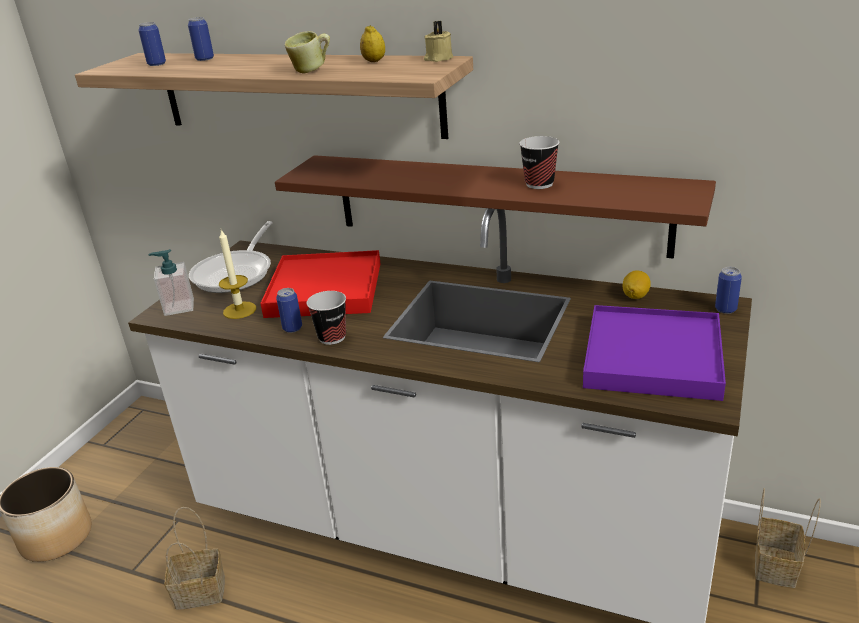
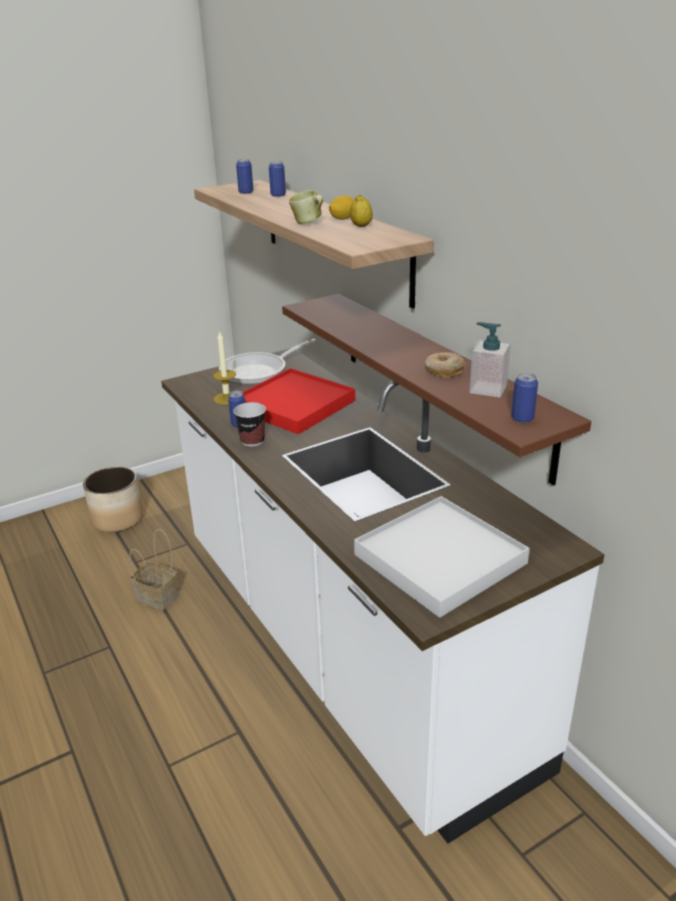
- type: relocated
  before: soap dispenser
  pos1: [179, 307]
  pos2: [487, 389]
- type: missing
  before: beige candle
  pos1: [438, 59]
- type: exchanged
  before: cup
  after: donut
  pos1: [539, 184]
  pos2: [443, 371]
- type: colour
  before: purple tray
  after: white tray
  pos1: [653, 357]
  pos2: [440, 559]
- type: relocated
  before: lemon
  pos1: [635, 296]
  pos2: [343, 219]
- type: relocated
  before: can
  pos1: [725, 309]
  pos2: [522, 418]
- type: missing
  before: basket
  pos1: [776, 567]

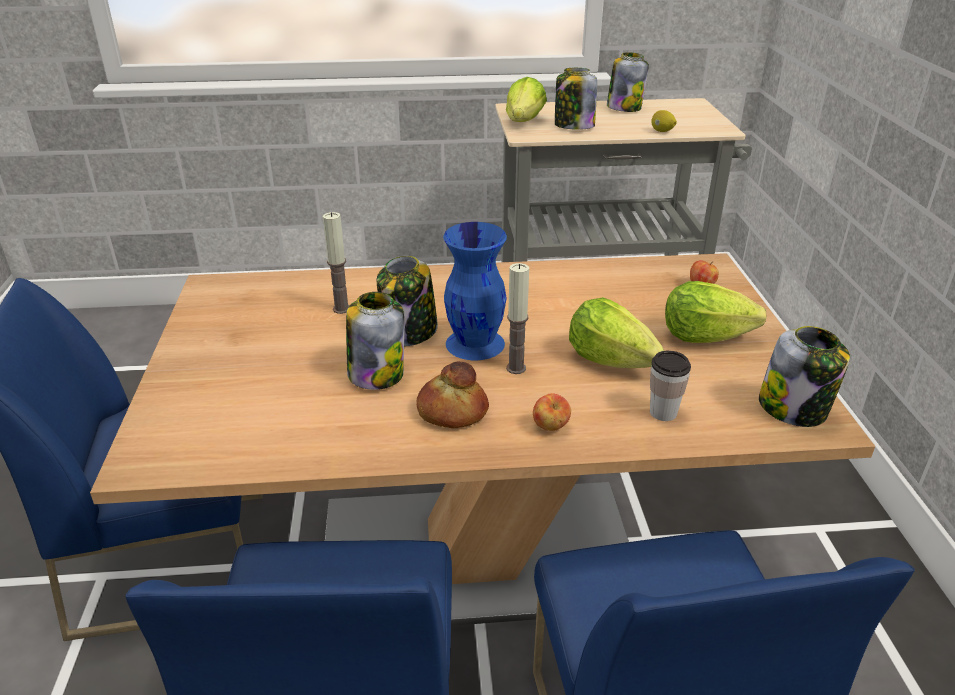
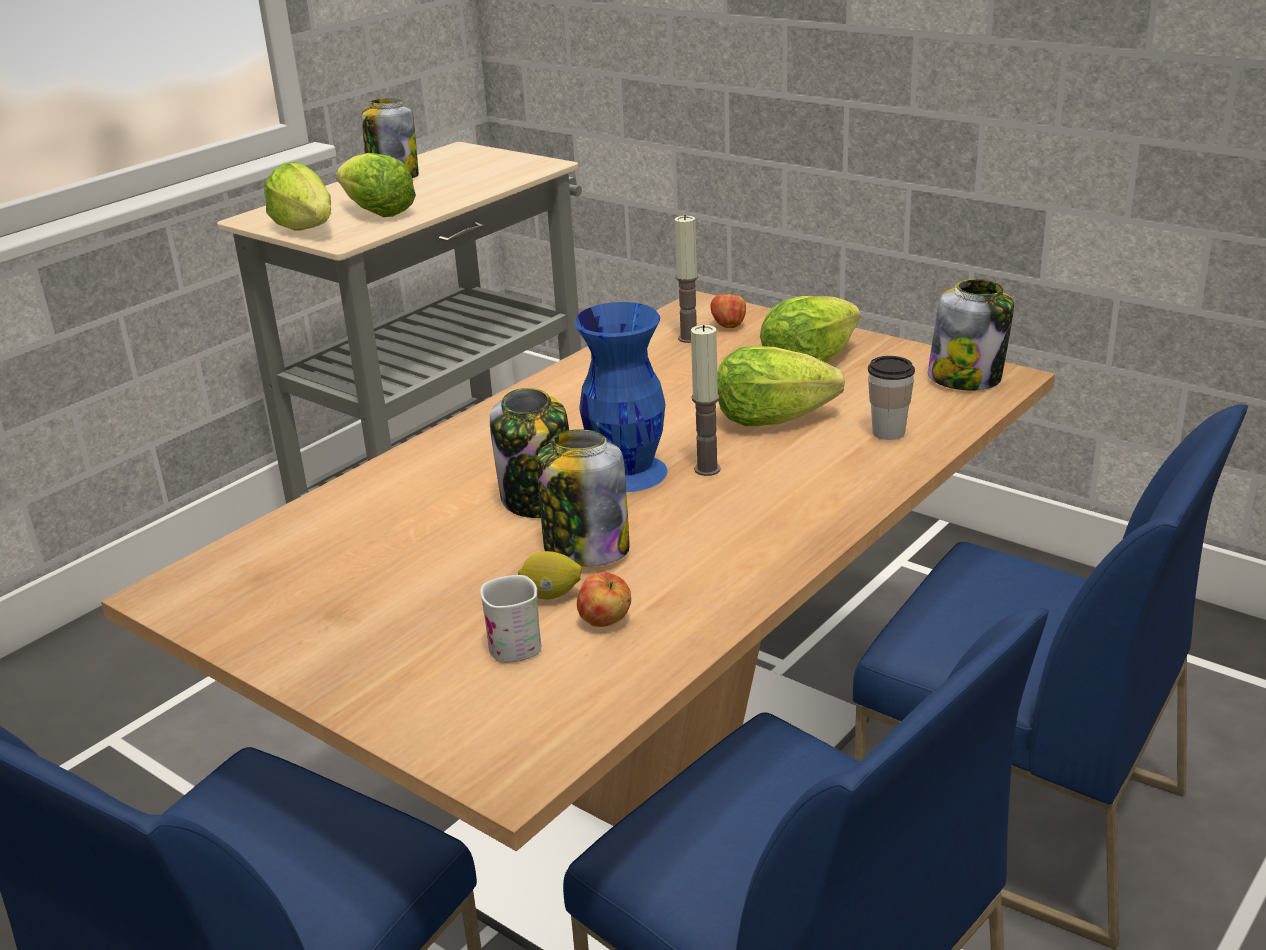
- type: relocated
  before: candle
  pos1: [341, 309]
  pos2: [688, 338]
- type: missing
  before: bread
  pos1: [451, 411]
- type: relocated
  before: apple
  pos1: [550, 427]
  pos2: [605, 621]
- type: exchanged
  before: jar
  after: lettuce
  pos1: [573, 126]
  pos2: [377, 213]
- type: relocated
  before: lemon
  pos1: [662, 131]
  pos2: [551, 595]
- type: appeared
  after: white mug
  pos2: [512, 641]

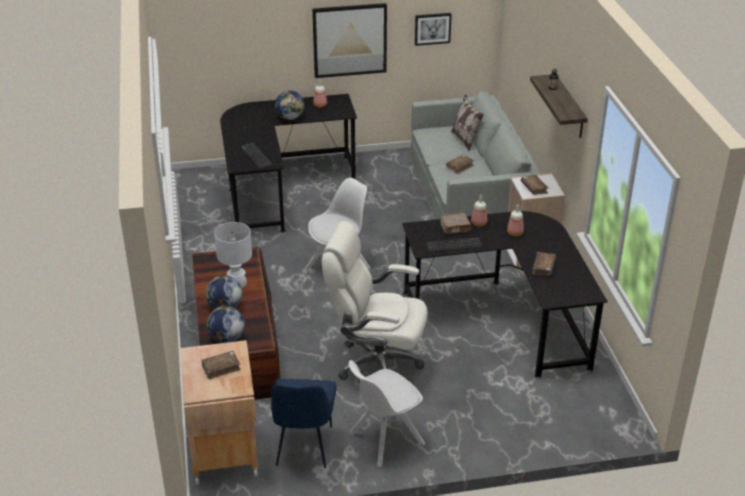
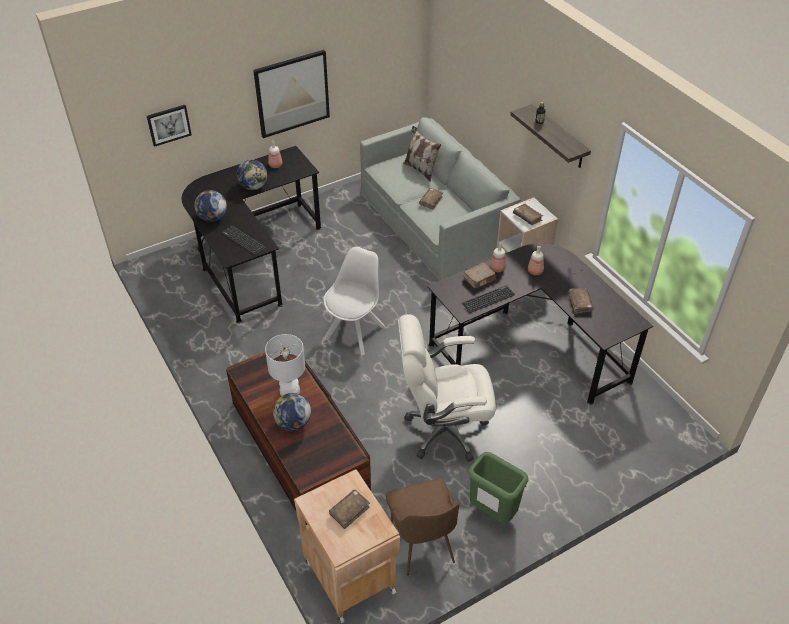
- type: relocated
  before: globe
  pos1: [226, 339]
  pos2: [212, 218]
- type: colour
  before: blue chair
  after: brown chair
  pos1: [304, 446]
  pos2: [423, 544]
- type: exchanged
  before: white chair
  after: green trash can
  pos1: [385, 439]
  pos2: [492, 512]
- type: relocated
  before: picture
  pos1: [432, 28]
  pos2: [169, 124]

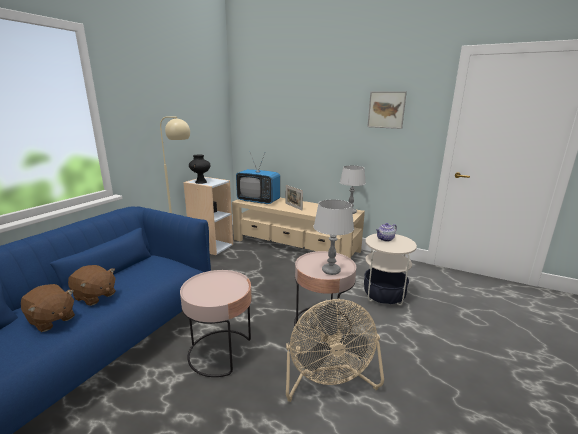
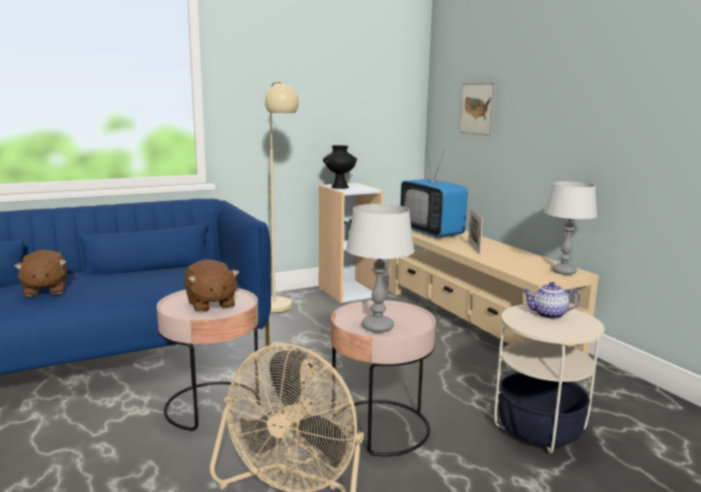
- type: relocated
  before: brown plush toy
  pos1: [95, 296]
  pos2: [210, 304]
- type: relocated
  before: picture
  pos1: [386, 110]
  pos2: [477, 108]

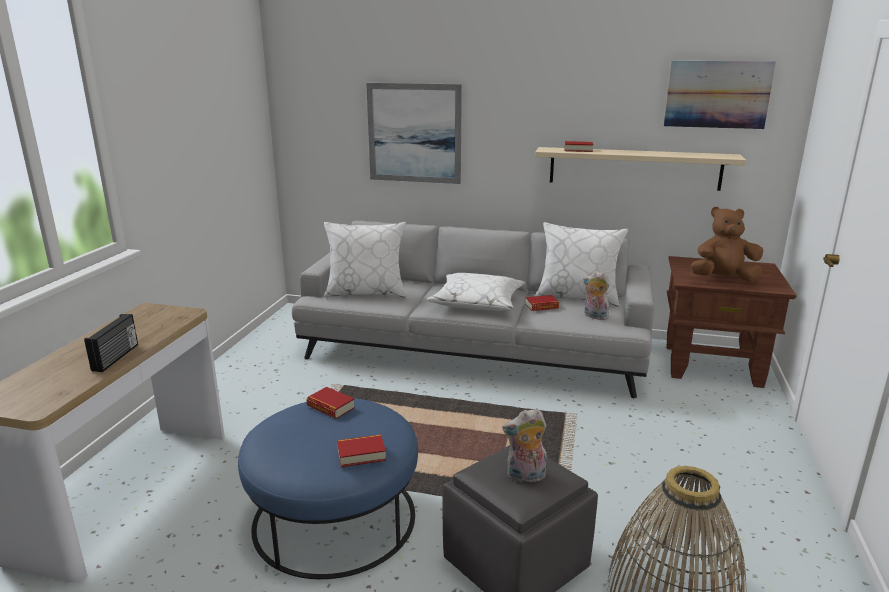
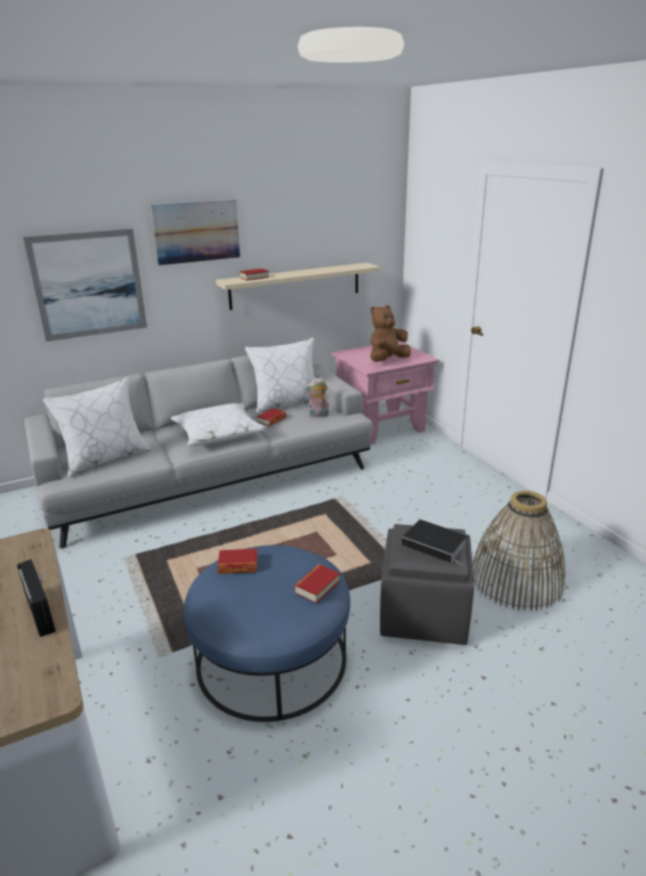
- type: exchanged
  before: plush toy
  after: book
  pos1: [525, 477]
  pos2: [436, 544]
- type: relocated
  before: picture
  pos1: [717, 94]
  pos2: [197, 232]
- type: colour
  before: brown side table
  after: pink side table
  pos1: [712, 365]
  pos2: [382, 427]

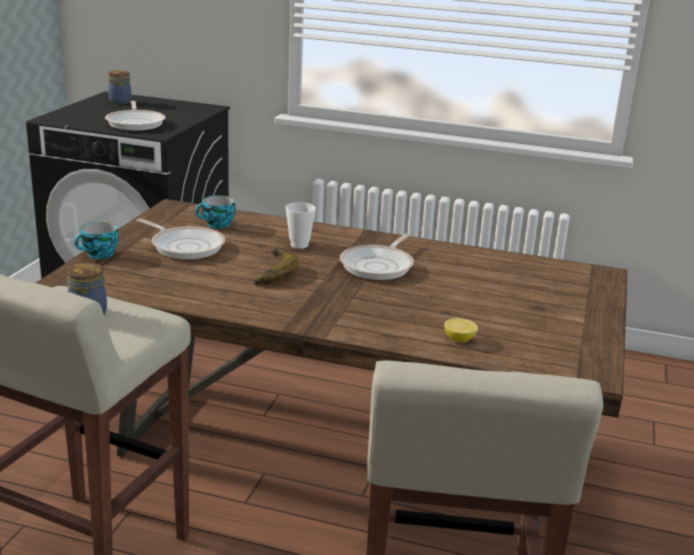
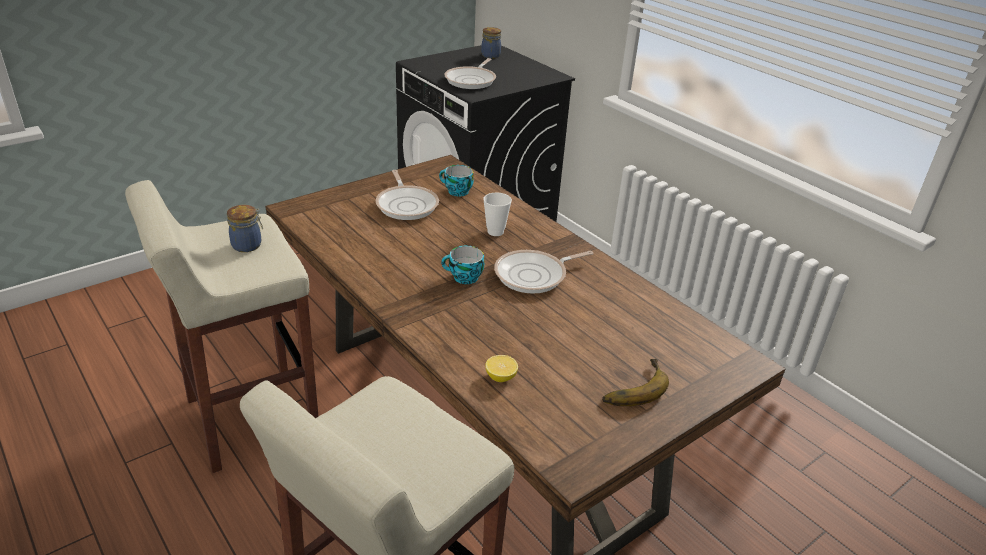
- type: relocated
  before: cup
  pos1: [99, 255]
  pos2: [464, 278]
- type: relocated
  before: banana
  pos1: [269, 272]
  pos2: [631, 387]

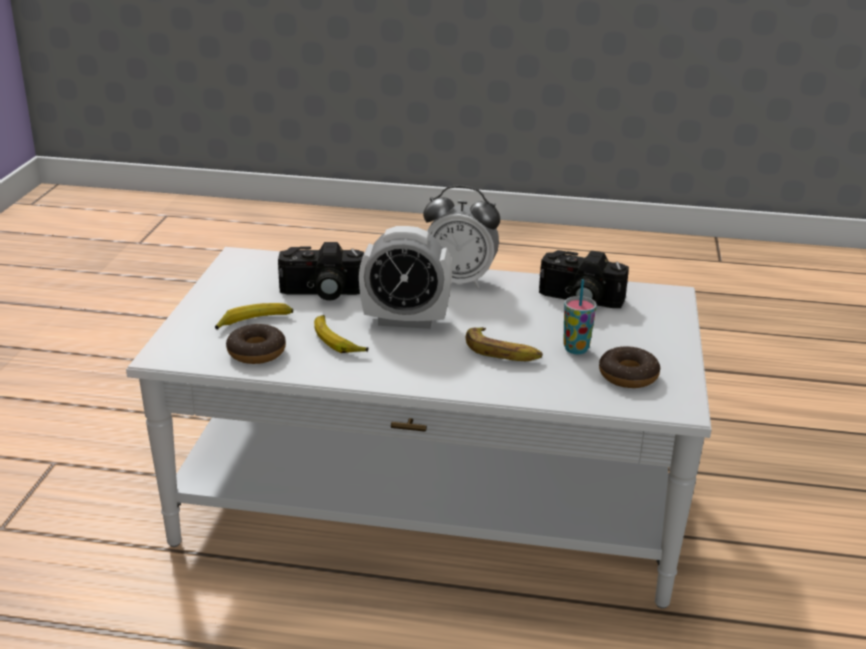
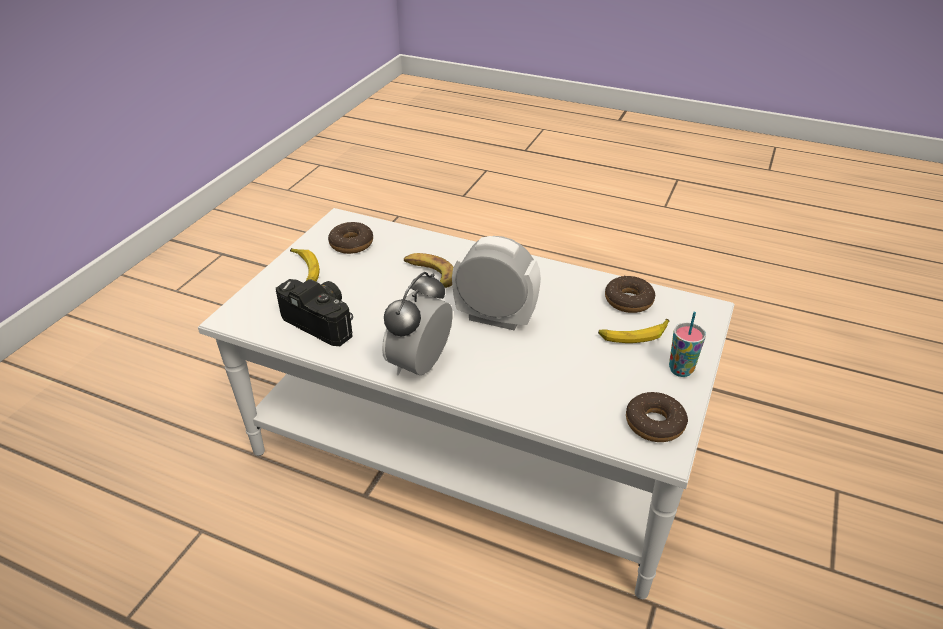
- type: missing
  before: photo camera
  pos1: [321, 293]
- type: relocated
  before: banana
  pos1: [338, 341]
  pos2: [305, 271]
- type: spun
  before: alarm clock
  pos1: [459, 280]
  pos2: [420, 365]
  turn: -90
- type: relocated
  before: cup
  pos1: [576, 349]
  pos2: [680, 370]
- type: appeared
  after: donut
  pos2: [654, 423]

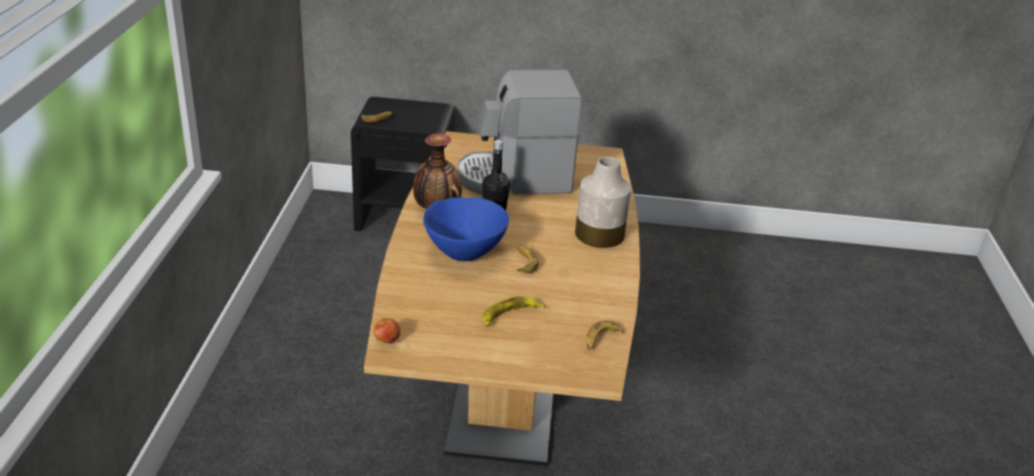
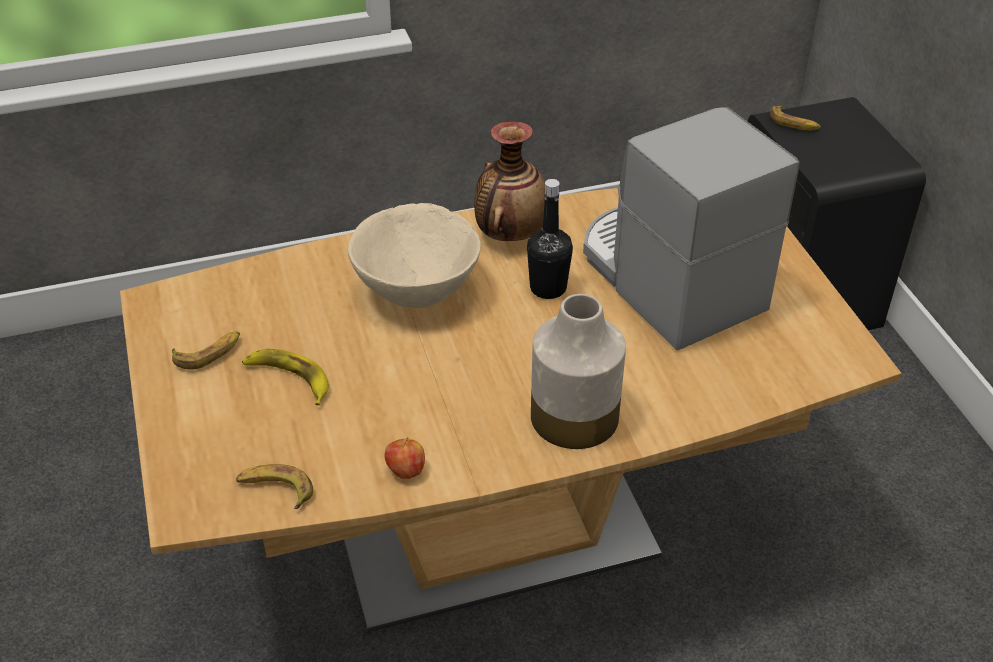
- type: relocated
  before: apple
  pos1: [387, 341]
  pos2: [405, 471]
- type: colour
  before: blue bowl
  after: beige bowl
  pos1: [465, 252]
  pos2: [417, 293]
- type: relocated
  before: banana
  pos1: [524, 262]
  pos2: [208, 353]

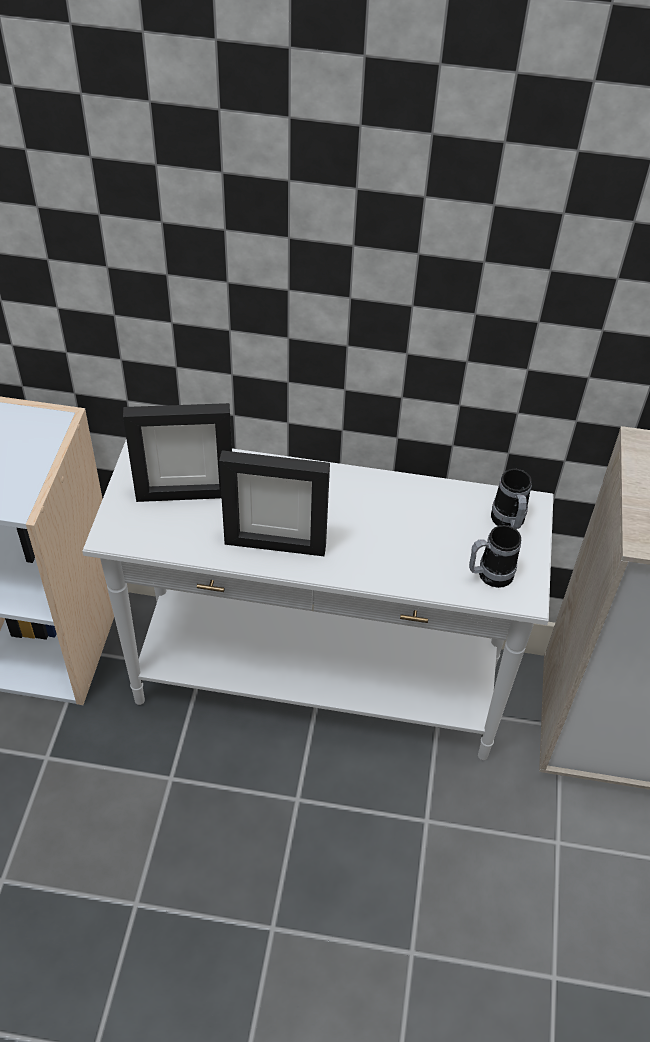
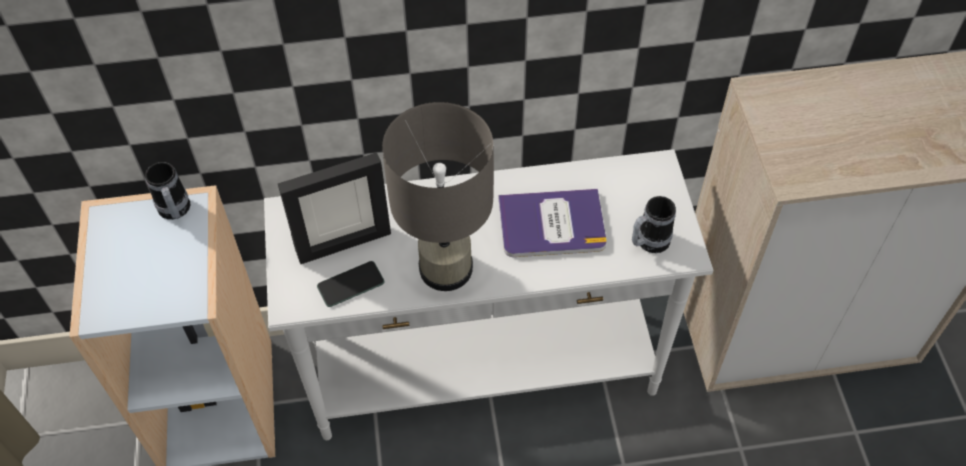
- type: exchanged
  before: picture frame
  after: grey table lamp
  pos1: [275, 543]
  pos2: [447, 268]
- type: relocated
  before: mug
  pos1: [508, 523]
  pos2: [175, 212]
- type: appeared
  after: phone
  pos2: [351, 284]
- type: appeared
  after: book
  pos2: [551, 224]

